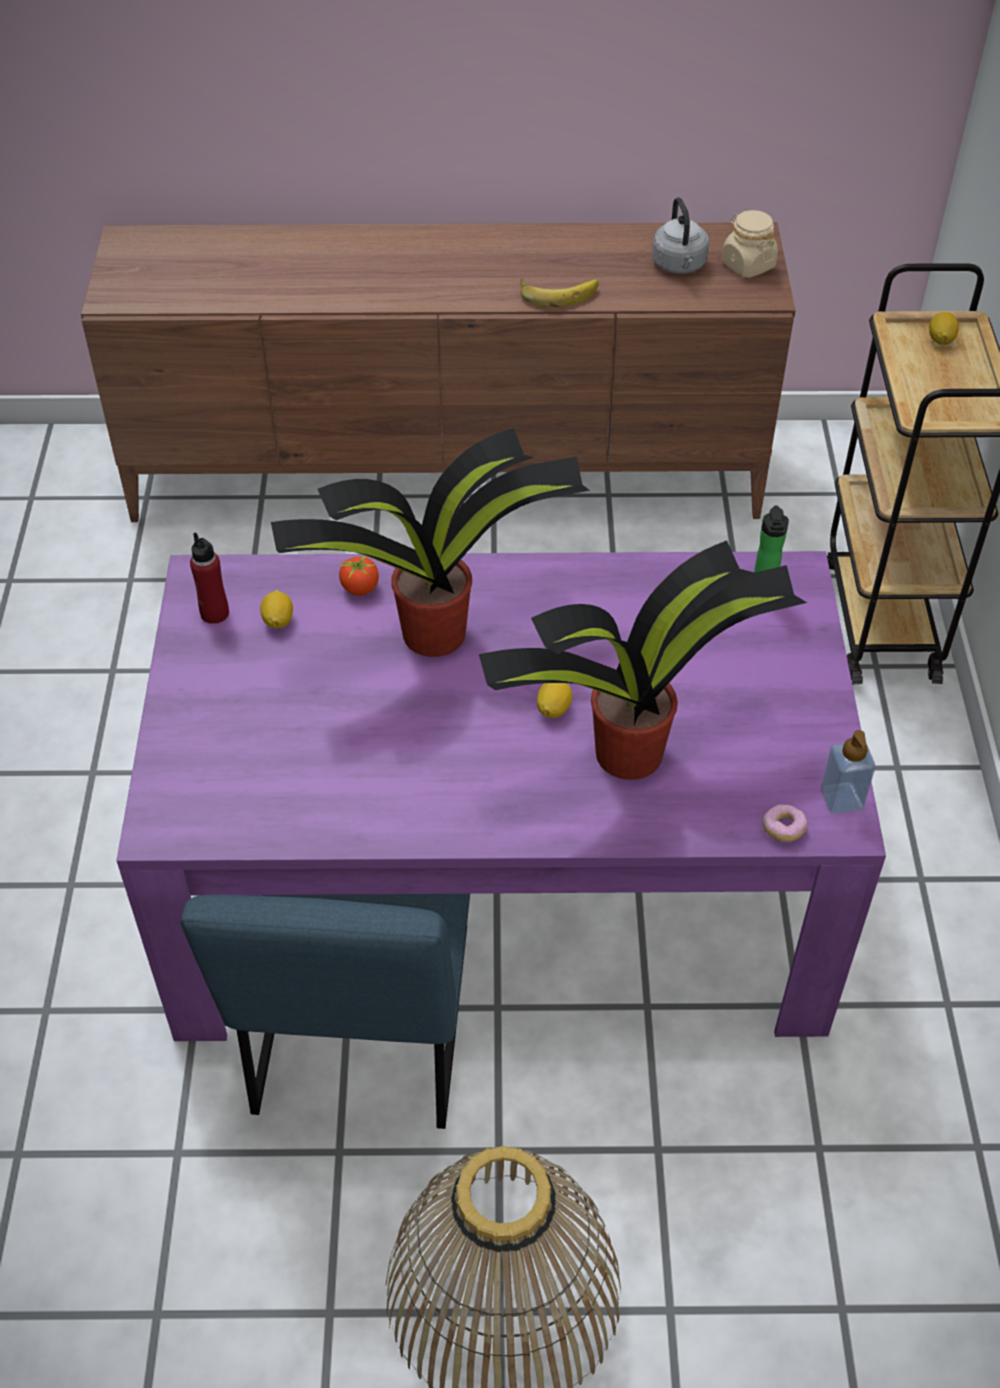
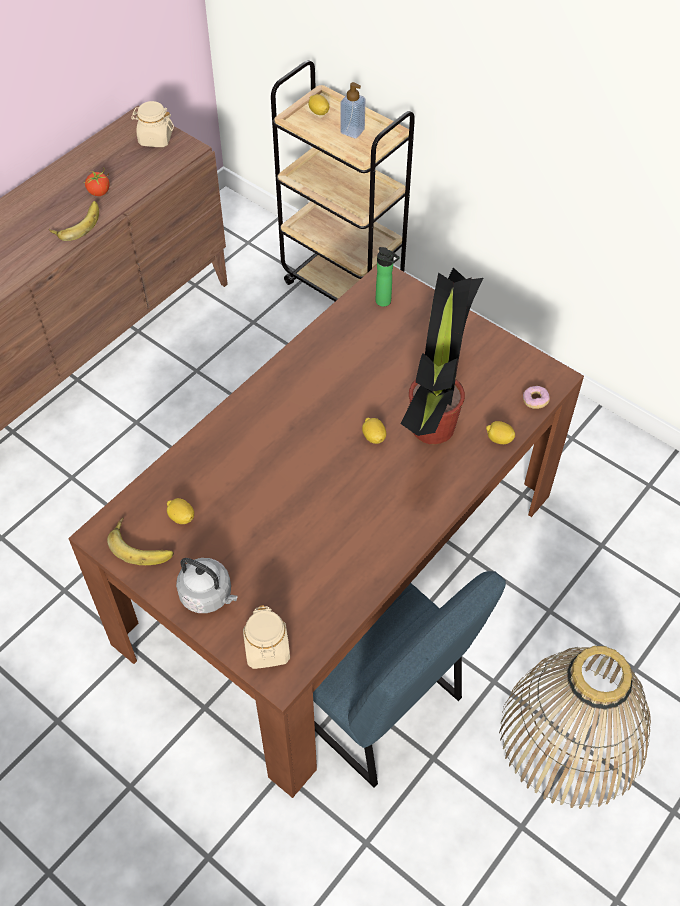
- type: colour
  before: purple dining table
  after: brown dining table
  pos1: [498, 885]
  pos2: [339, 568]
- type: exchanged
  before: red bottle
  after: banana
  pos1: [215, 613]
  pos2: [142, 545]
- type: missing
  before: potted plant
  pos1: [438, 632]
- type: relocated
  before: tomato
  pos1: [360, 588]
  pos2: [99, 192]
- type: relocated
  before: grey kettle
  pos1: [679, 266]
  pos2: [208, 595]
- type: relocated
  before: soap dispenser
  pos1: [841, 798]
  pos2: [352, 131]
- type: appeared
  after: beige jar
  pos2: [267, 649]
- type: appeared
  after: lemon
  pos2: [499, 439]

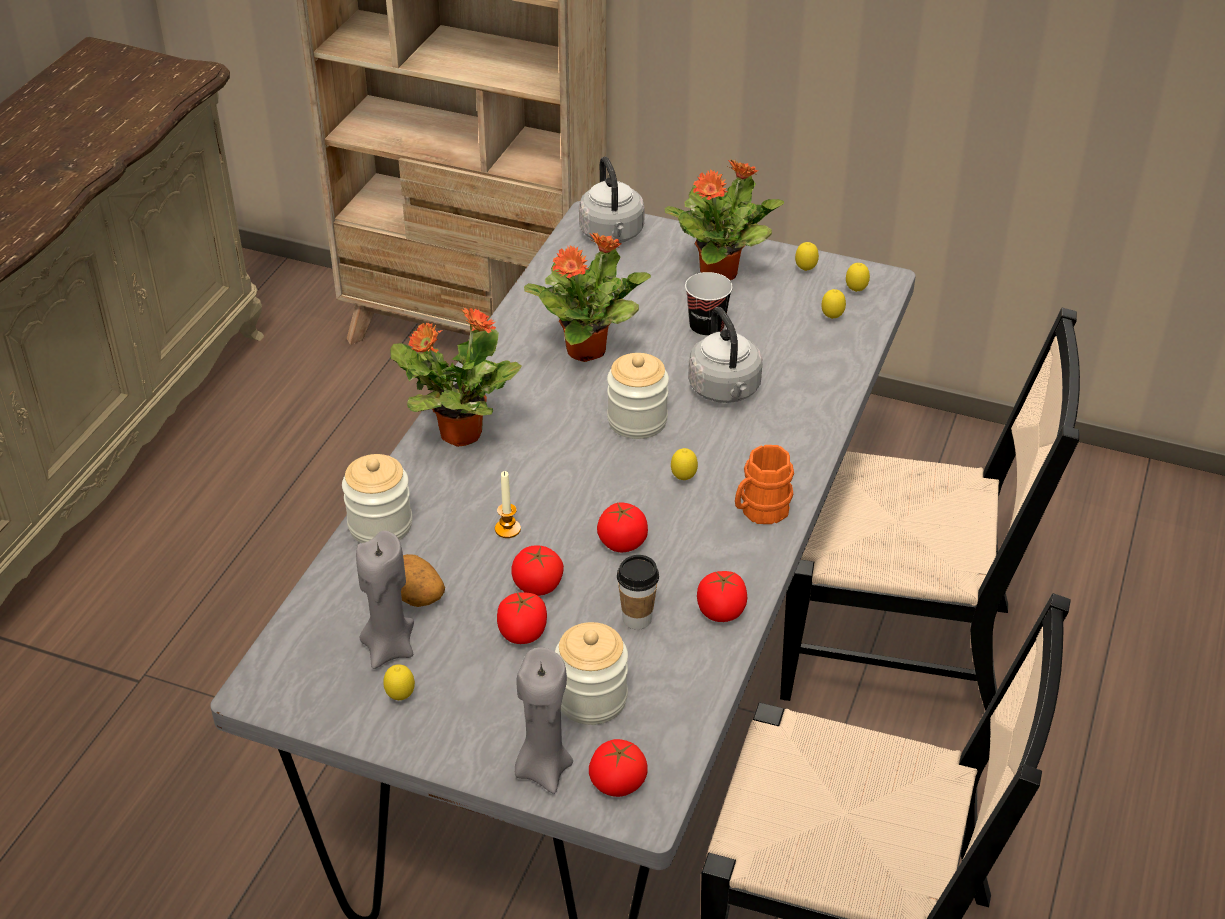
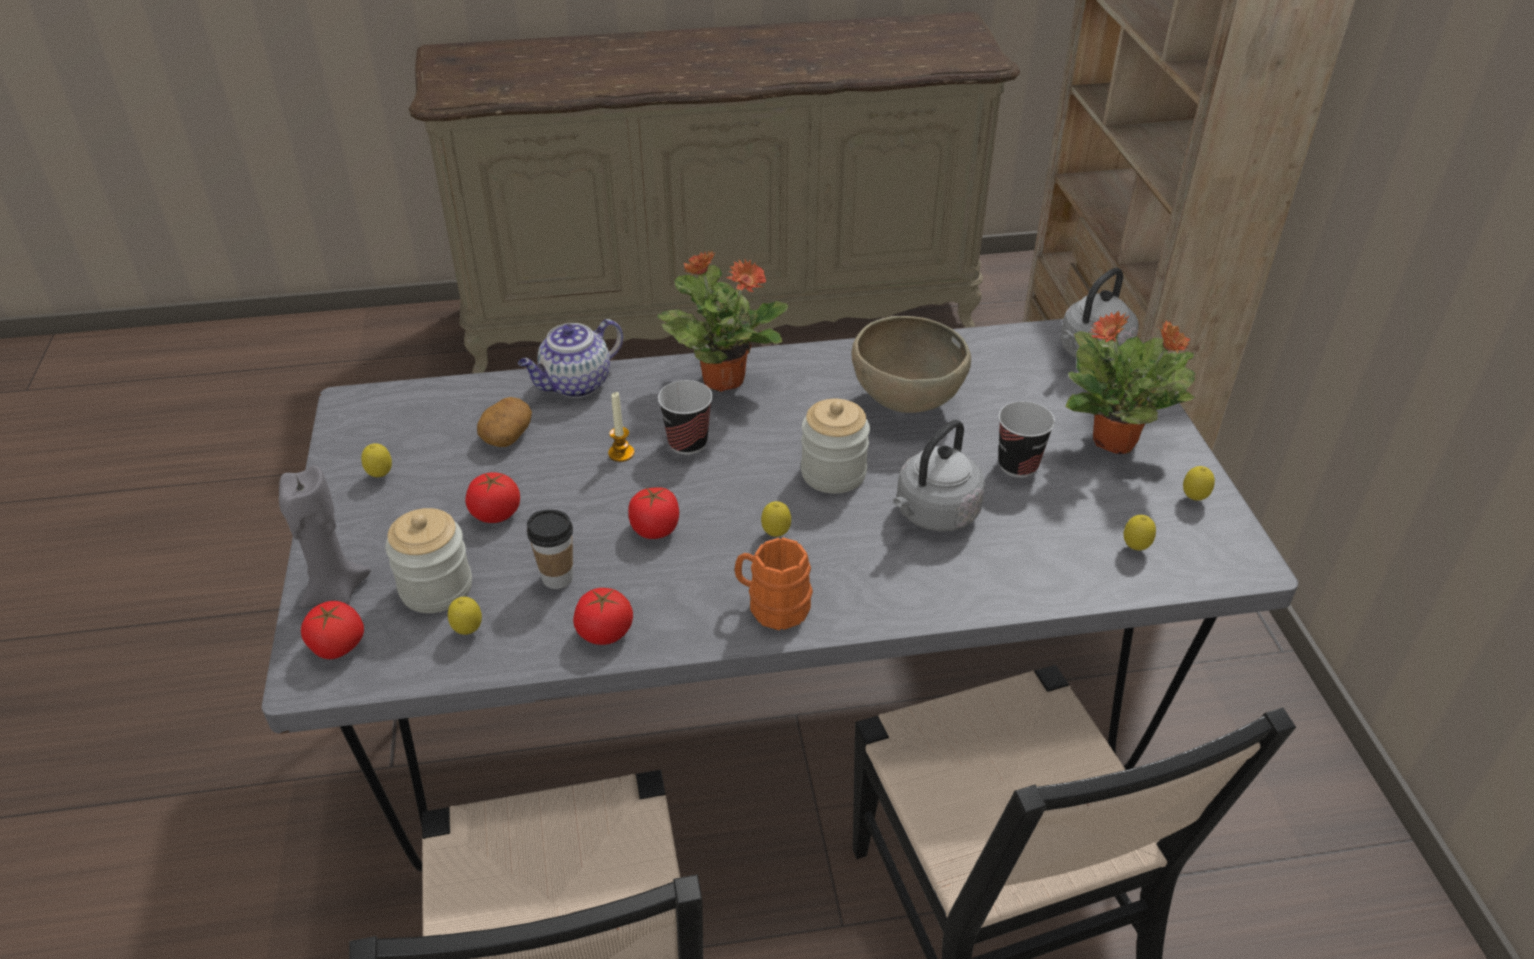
- type: exchanged
  before: jar
  after: teapot
  pos1: [380, 525]
  pos2: [575, 384]
- type: missing
  before: grey candle
  pos1: [389, 648]
- type: missing
  before: tomato
  pos1: [537, 585]
- type: exchanged
  before: potted plant
  after: brown bowl
  pos1: [587, 349]
  pos2: [905, 404]
- type: relocated
  before: lemon
  pos1: [856, 291]
  pos2: [468, 631]
- type: appeared
  after: cup
  pos2: [687, 443]

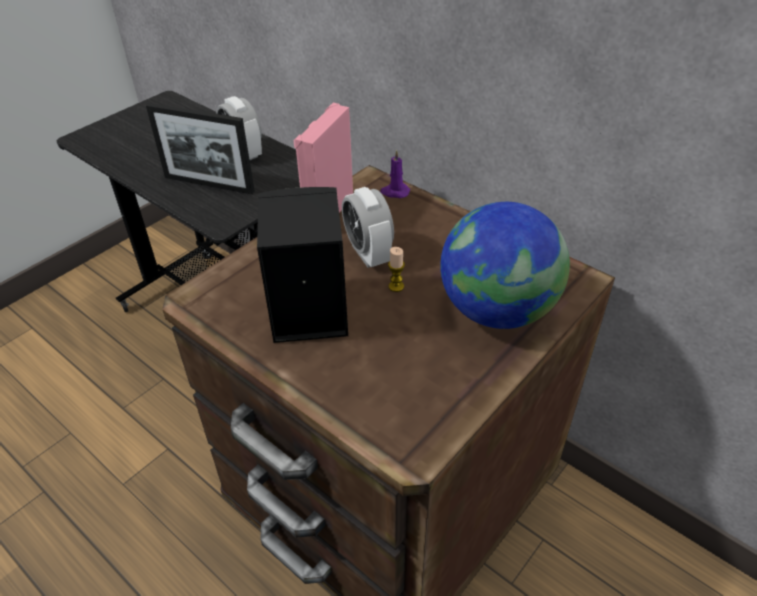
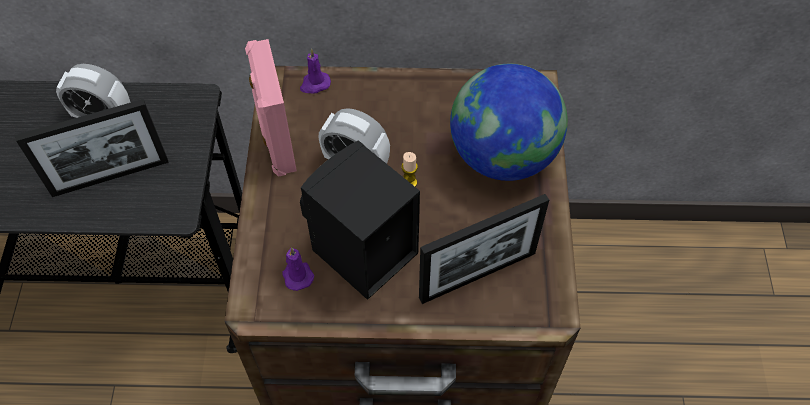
- type: appeared
  after: purple candle
  pos2: [297, 275]
- type: appeared
  after: picture frame
  pos2: [477, 275]

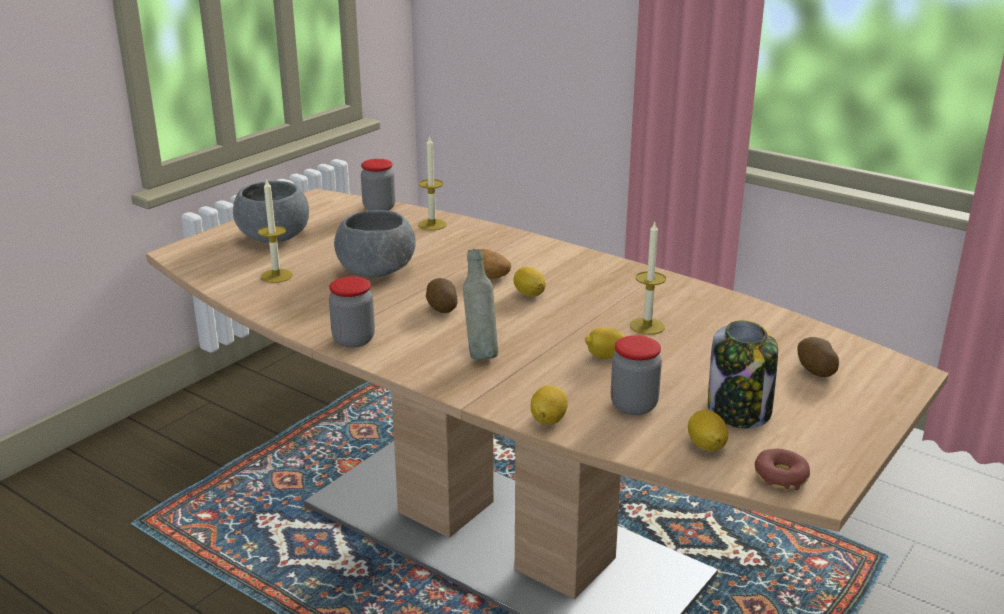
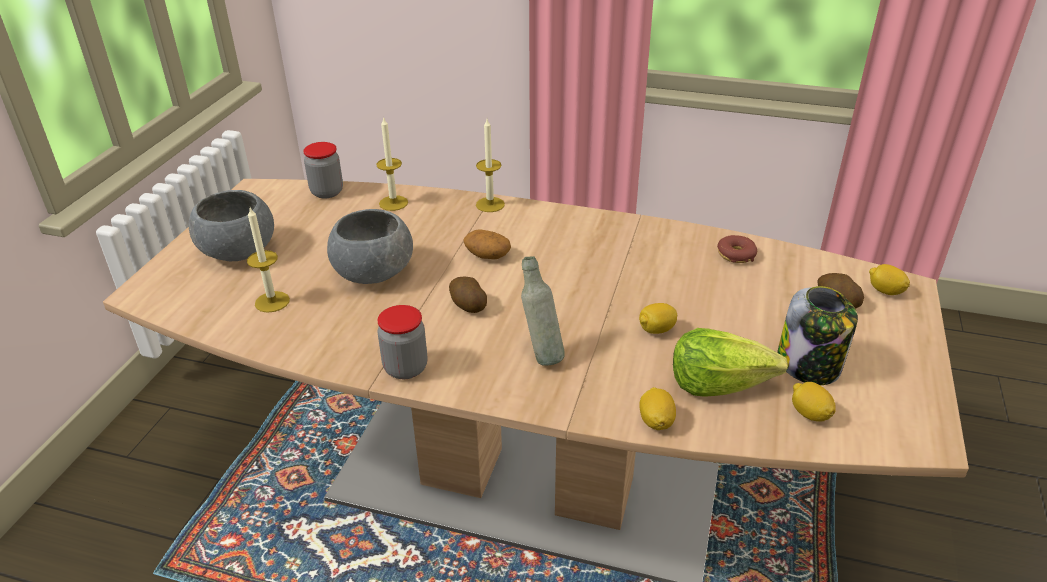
- type: relocated
  before: lemon
  pos1: [529, 294]
  pos2: [885, 291]
- type: exchanged
  before: jar
  after: lettuce
  pos1: [634, 405]
  pos2: [719, 383]
- type: relocated
  before: candle
  pos1: [647, 326]
  pos2: [490, 204]
- type: relocated
  before: donut
  pos1: [780, 477]
  pos2: [736, 255]

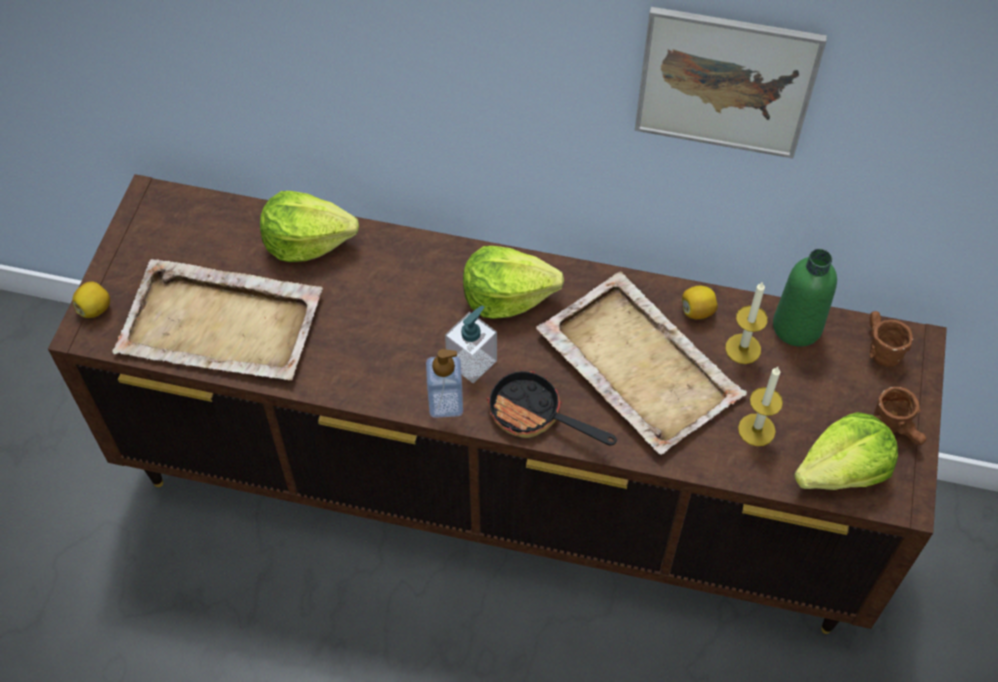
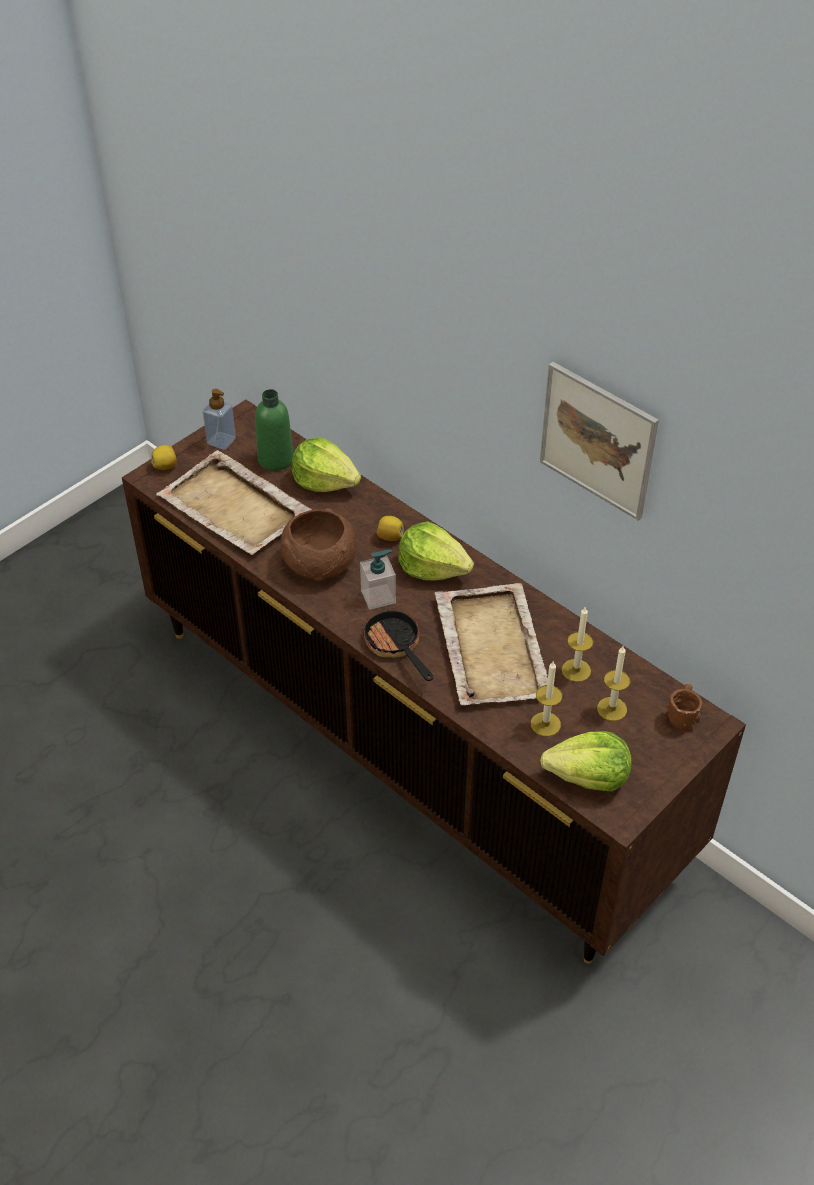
- type: relocated
  before: soap dispenser
  pos1: [446, 403]
  pos2: [221, 441]
- type: relocated
  before: lemon
  pos1: [697, 311]
  pos2: [390, 537]
- type: relocated
  before: green bottle
  pos1: [797, 326]
  pos2: [276, 459]
- type: missing
  before: brown mug
  pos1: [899, 428]
- type: appeared
  after: brown bowl
  pos2: [320, 563]
- type: appeared
  after: candle
  pos2: [612, 709]

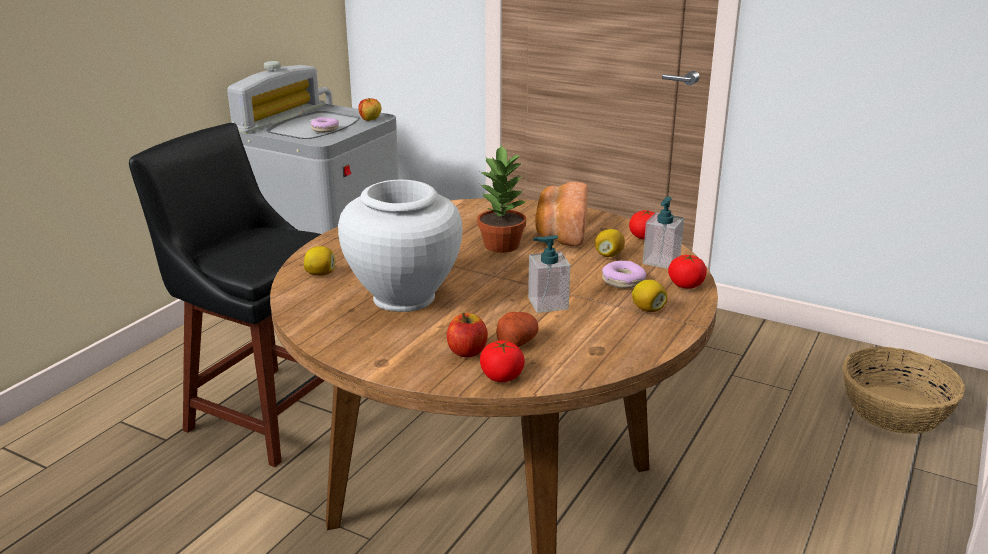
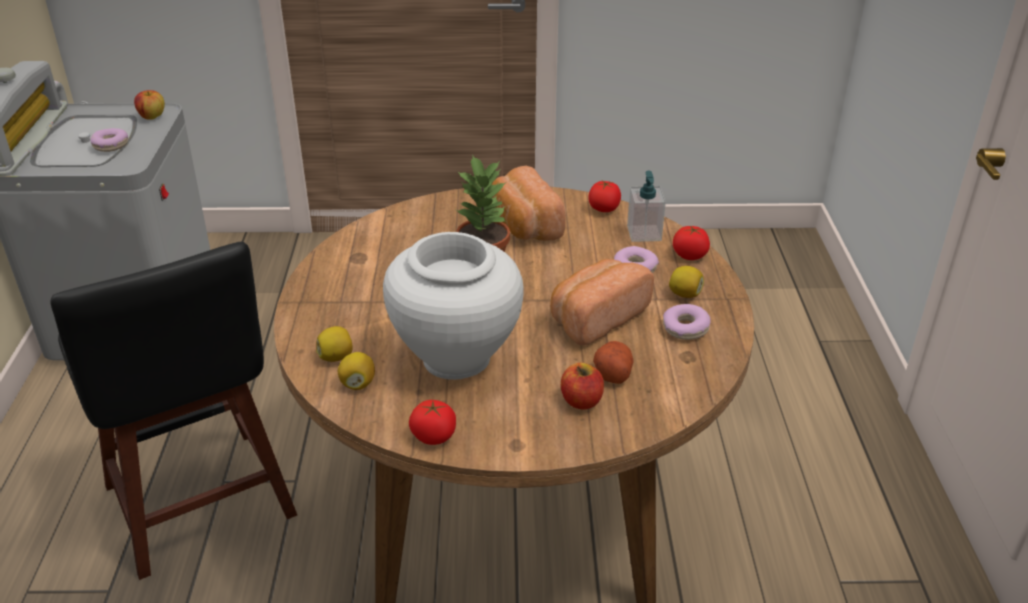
- type: spun
  before: black chair
  pos1: [267, 411]
  pos2: [202, 507]
  turn: -120
- type: relocated
  before: tomato
  pos1: [501, 377]
  pos2: [433, 436]
- type: exchanged
  before: soap dispenser
  after: bread
  pos1: [547, 304]
  pos2: [596, 318]
- type: relocated
  before: lemon
  pos1: [609, 255]
  pos2: [357, 383]
- type: missing
  before: basket
  pos1: [893, 409]
- type: appeared
  after: donut
  pos2: [685, 328]

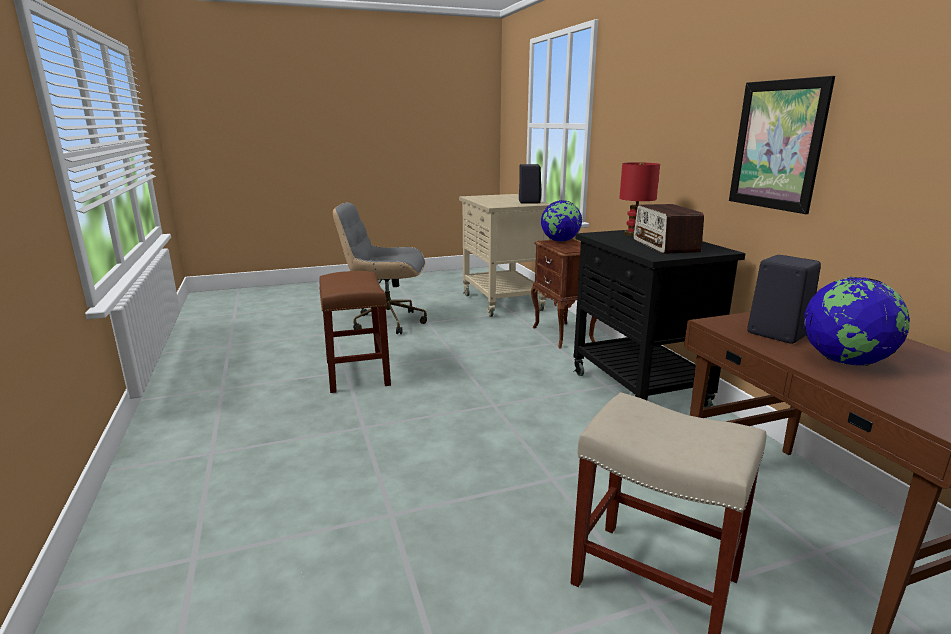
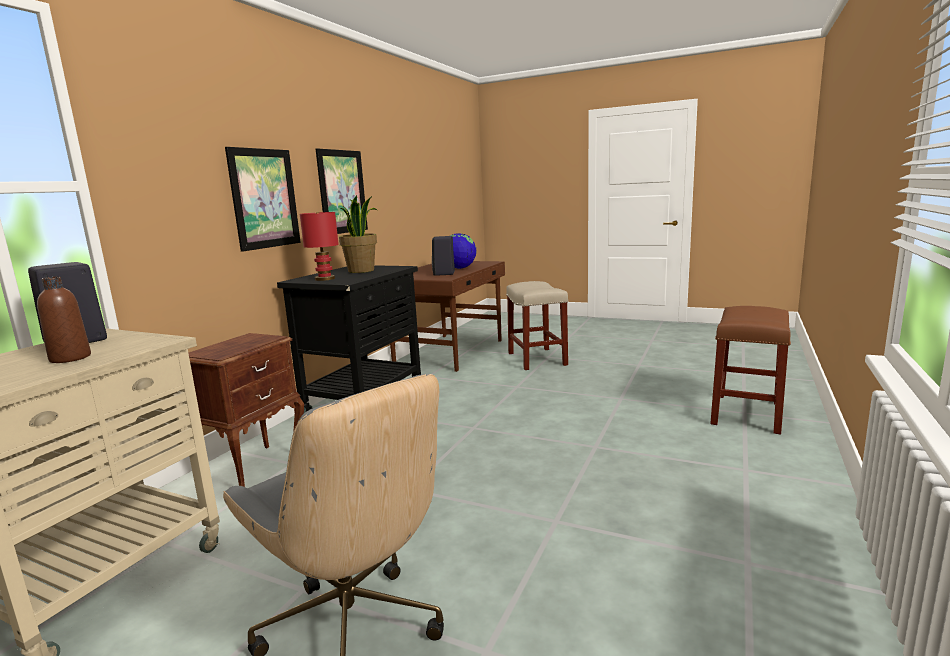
- type: relocated
  before: brown stool
  pos1: [358, 373]
  pos2: [746, 413]
- type: missing
  before: globe
  pos1: [560, 241]
- type: exchanged
  before: radio
  after: potted plant
  pos1: [665, 246]
  pos2: [362, 271]
- type: appeared
  after: brown bottle
  pos2: [70, 358]
- type: appeared
  after: picture
  pos2: [264, 198]

